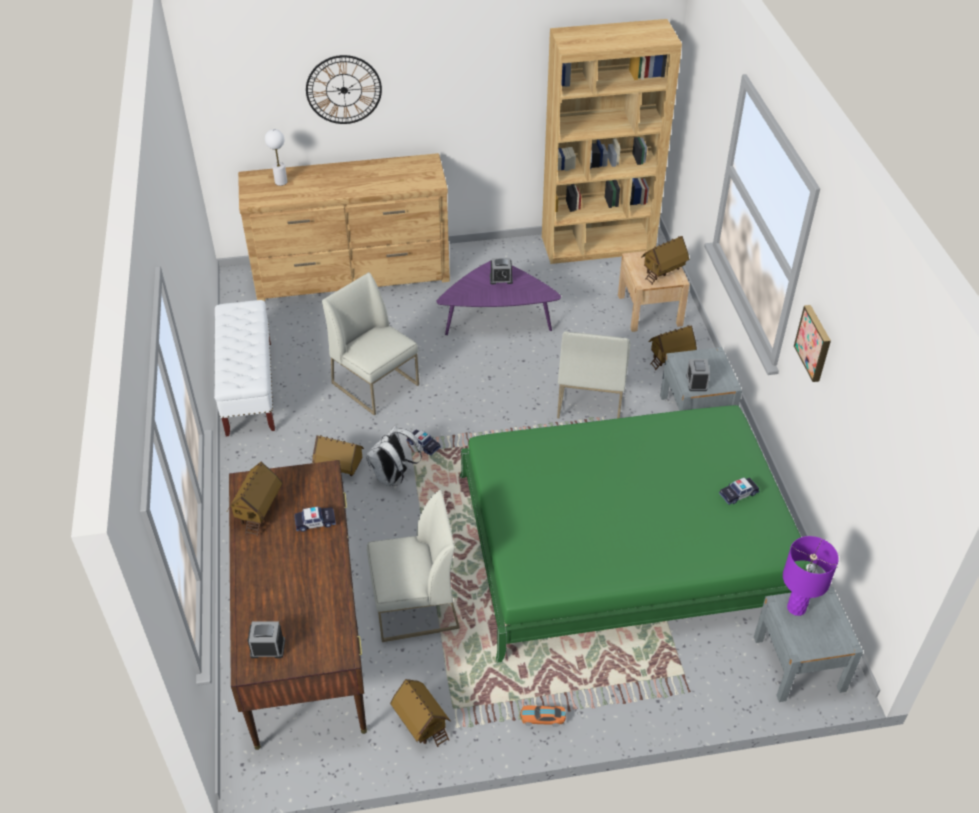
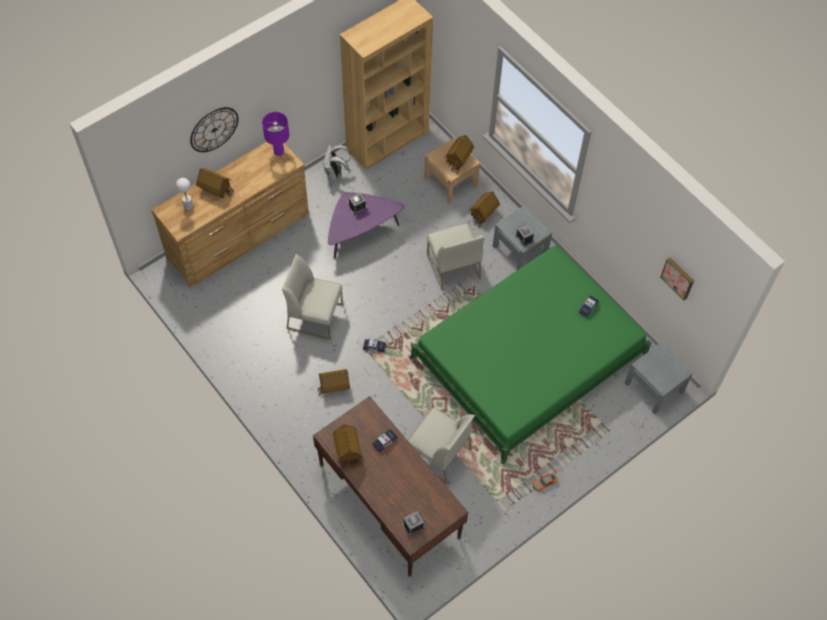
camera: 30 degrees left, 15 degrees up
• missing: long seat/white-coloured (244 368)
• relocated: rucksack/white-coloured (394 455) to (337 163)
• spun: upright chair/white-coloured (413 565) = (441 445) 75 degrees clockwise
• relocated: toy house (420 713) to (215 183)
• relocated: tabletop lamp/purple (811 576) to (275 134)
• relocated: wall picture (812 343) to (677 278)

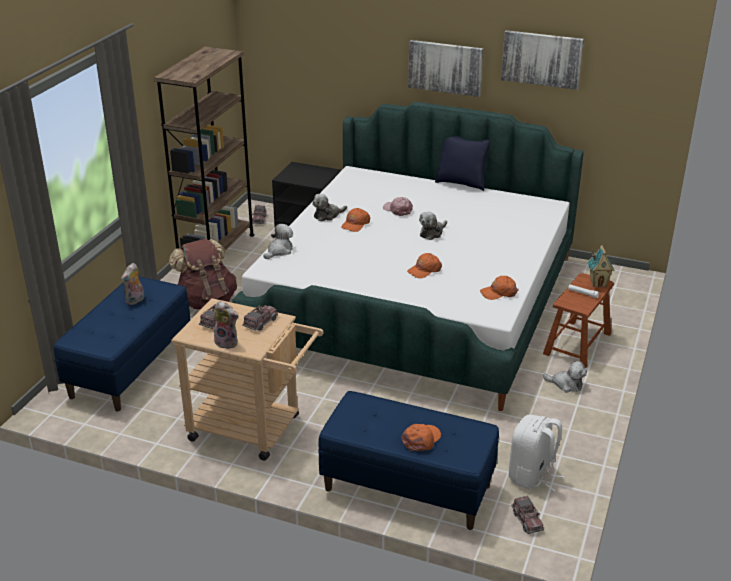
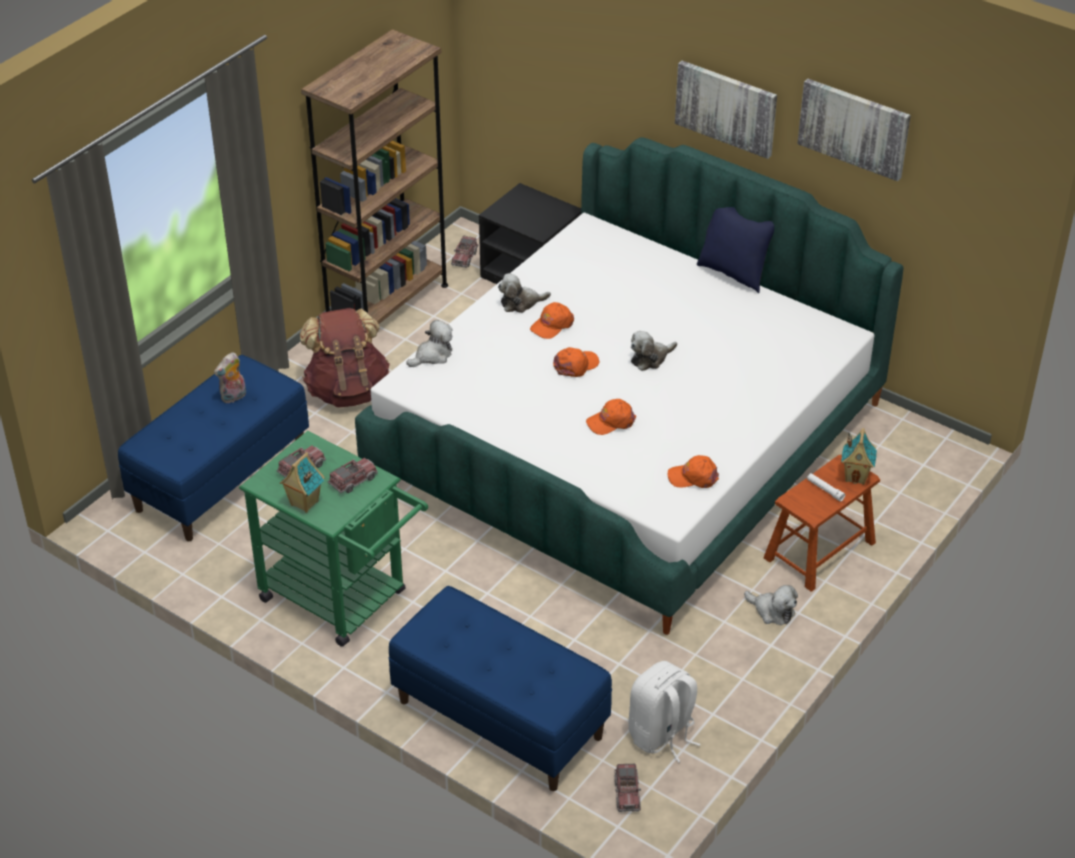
camera: 15 degrees right, 10 degrees up
• colour: trolley/sand-coloured (247 379) to trolley/greenish (333 539)
• exchanged: plush toy (226 325) to toy house (302 482)
• missing: cap/pink (398 206)
• relocated: cap/orange-coloured (421 437) to (576 362)

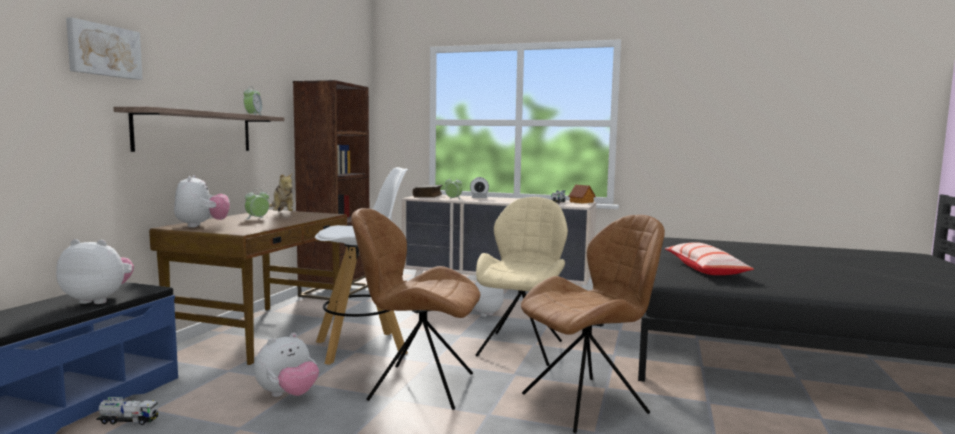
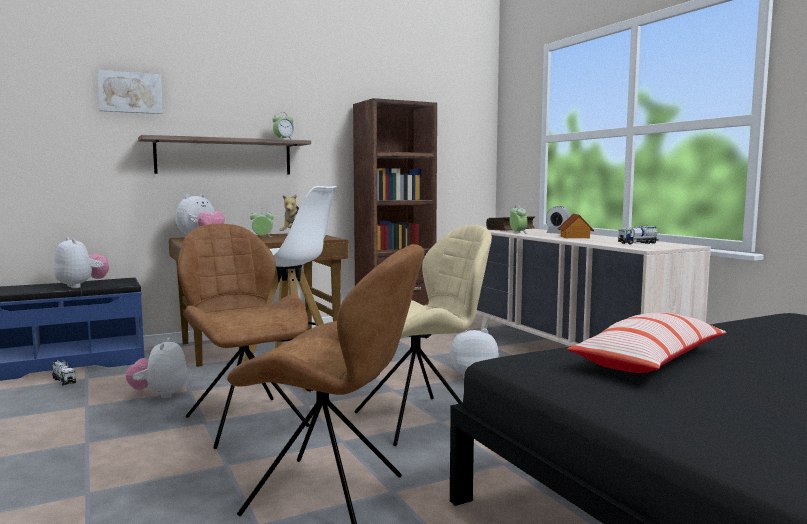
camera: 45 degrees right, 0 degrees up
• spun: plush toy (286 365) = (157 368) 90 degrees clockwise
• relocated: toy house (582 194) to (576 226)

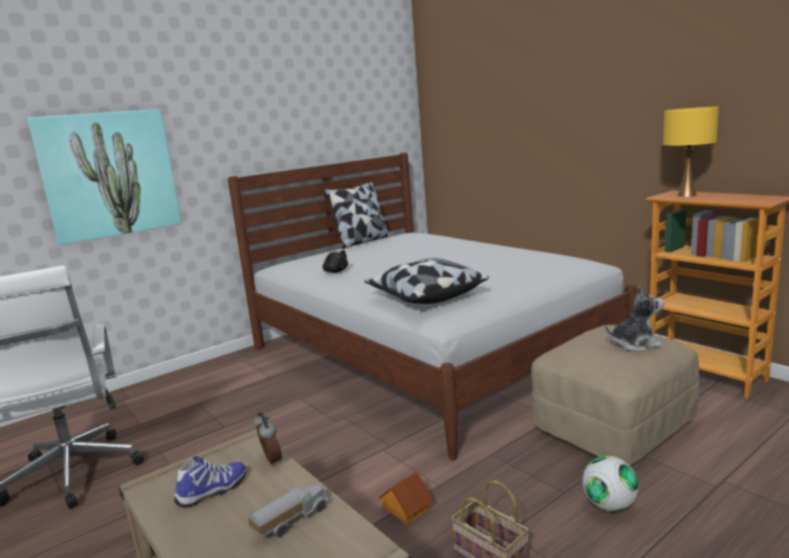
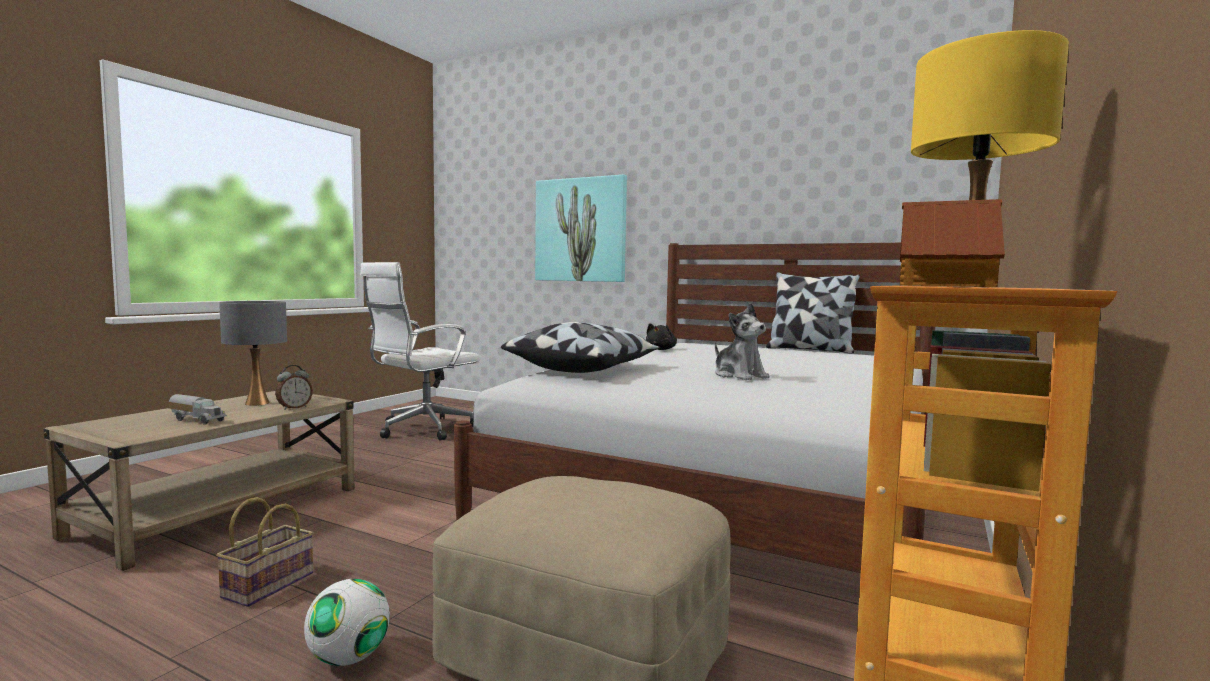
camera: 65 degrees right, 10 degrees down
• exchanged: shoe (210 482) to tabletop lamp/gray (253 353)
• relocated: toy house (406 498) to (952 243)
• relocated: plush toy (634 317) to (742 341)

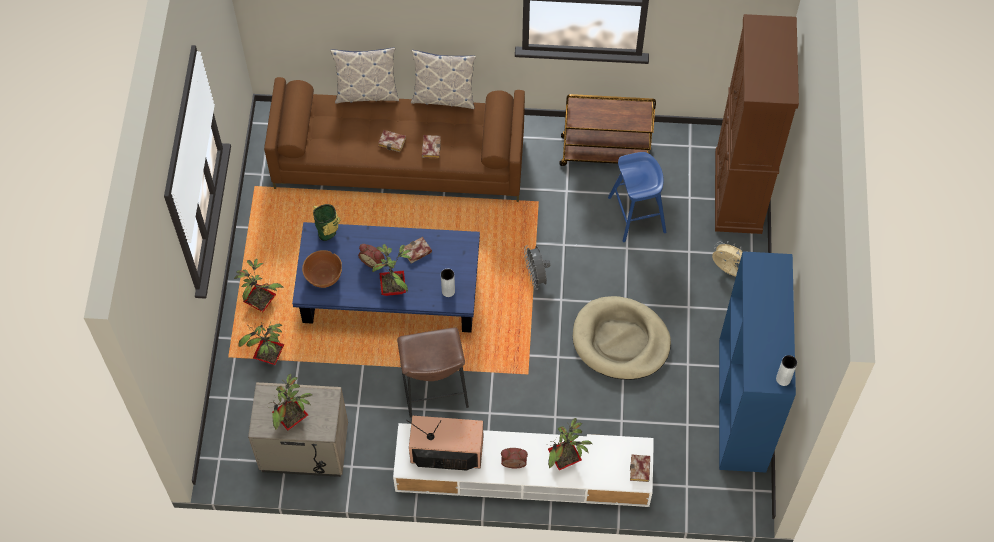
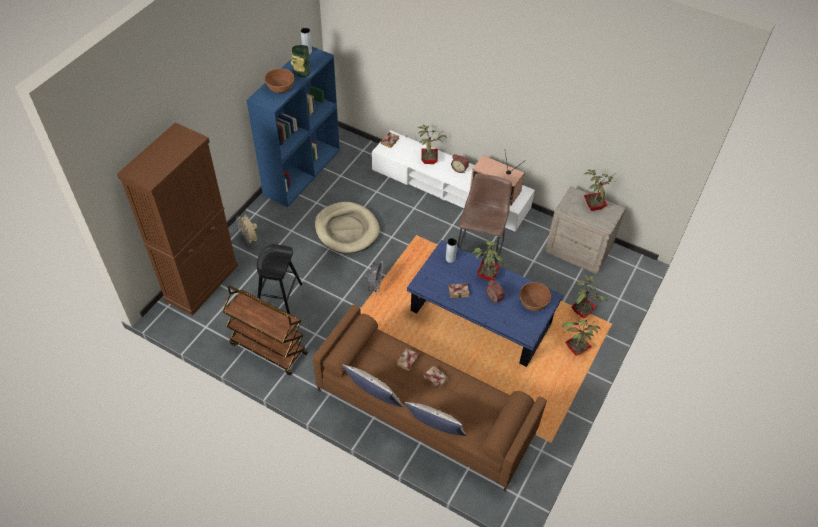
camera: 155 degrees left, 10 degrees down
• relocated: vase (326 222) to (300 61)
• colour: sitting stool/blue-coloured (637 197) to sitting stool/black (280 279)
• appeared: deep dish/brownish (279 80)

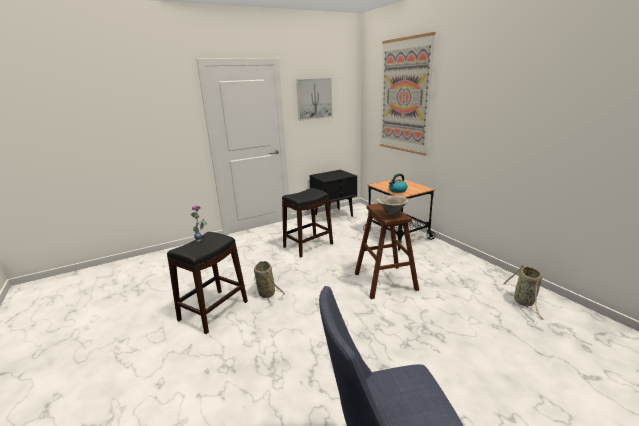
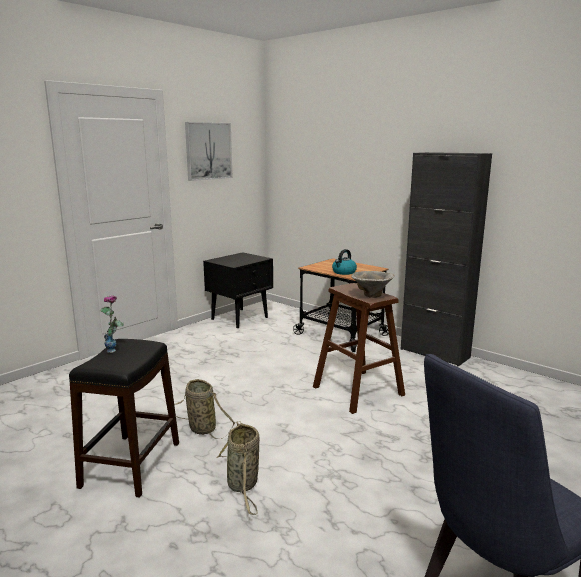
camera: 20 degrees left, 5 degrees down
• missing: sitting stool/black (307 222)
• missing: wall picture (408 94)
• relocated: household basket (524 292) to (238 468)
• appeared: storage cabinet/black (446 259)

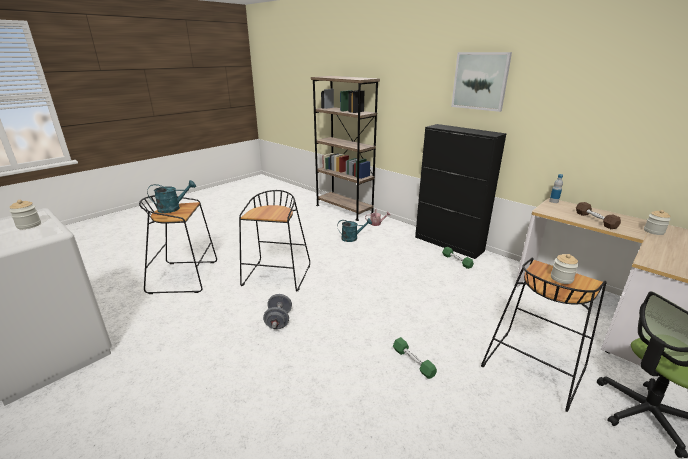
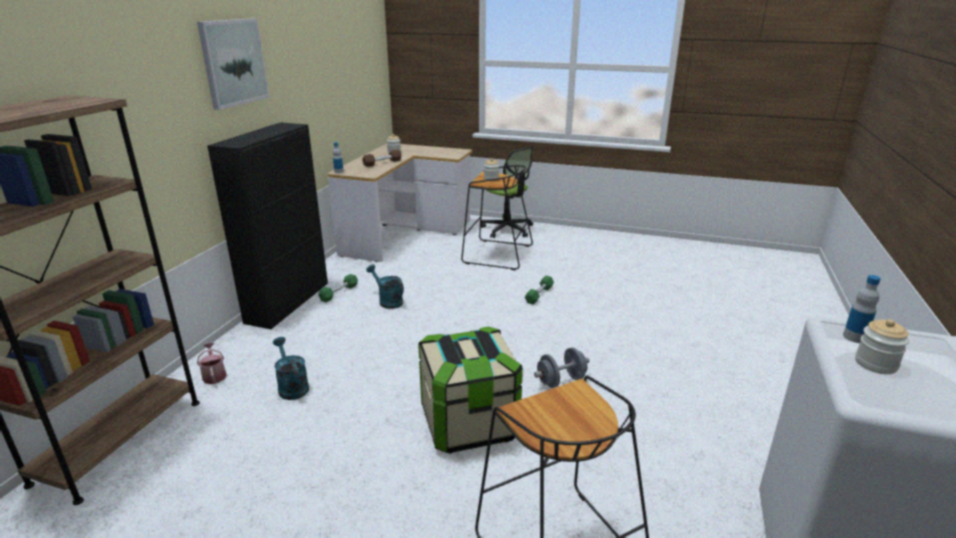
camera: 115 degrees left, 0 degrees up
• relocated: sprinkling can/turquoise-coloured (171 196) to (385 286)
• exchanged: sitting stool/black (274 240) to storage bin (470 389)
• appeared: bottle (862 309)

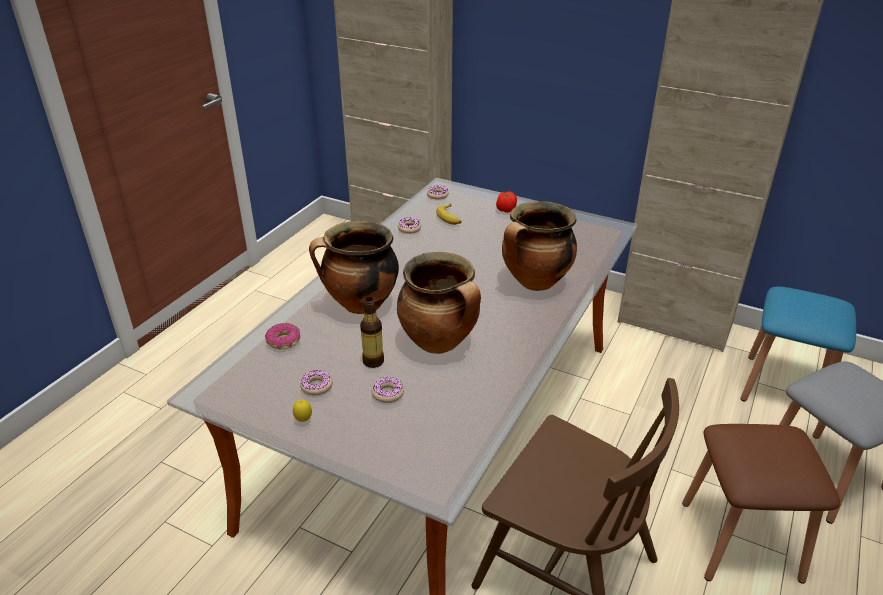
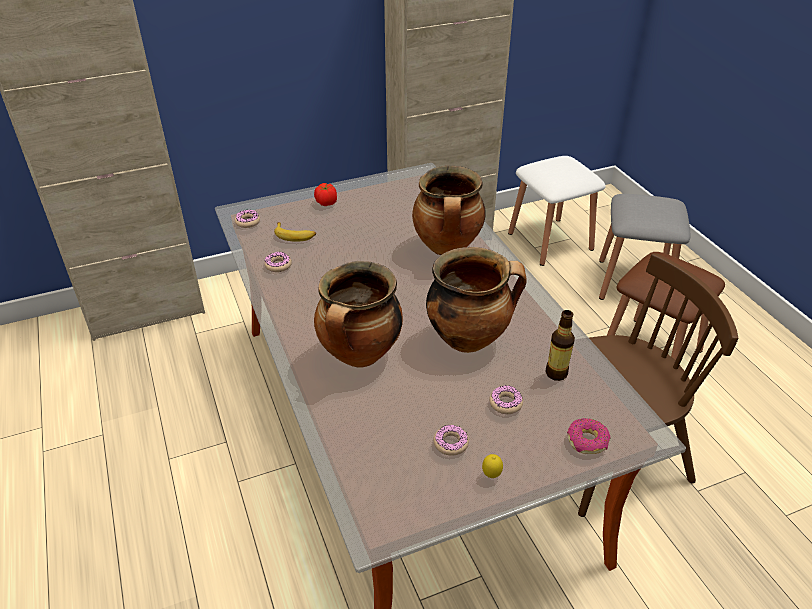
camera: 50 degrees left, 5 degrees up
• relocated: donut (282 336) to (589 436)
• relocated: bottle (372 332) to (560 345)
• colour: sitting stool/blue-coloured (798 354) to sitting stool/white-coloured (557 211)

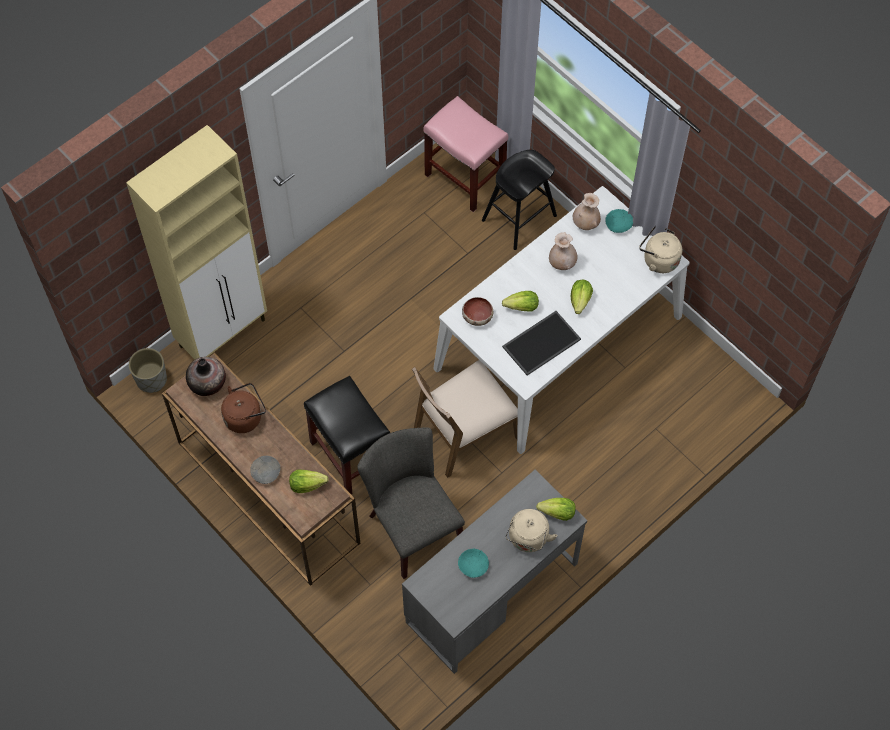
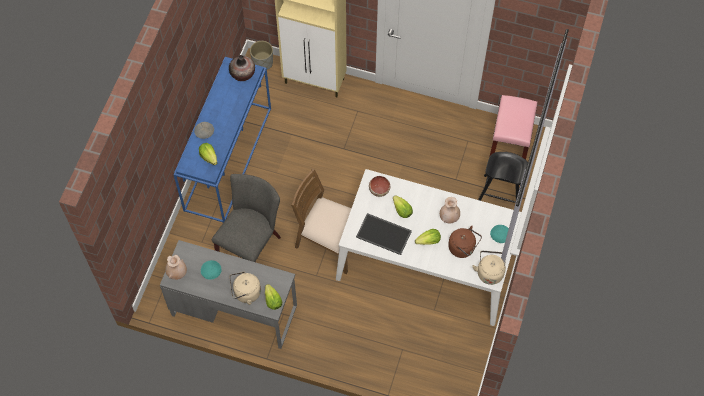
camera: 60 degrees right, 0 degrees up
• colour: console table/brownish (261 469) to console table/blue-coloured (222 140)
• relocated: tea kettle/brownish (243 408) to (465 241)
• missing: sitting stool/black (347 435)
• relocated: vase/sand-coloured (587 211) to (176 267)

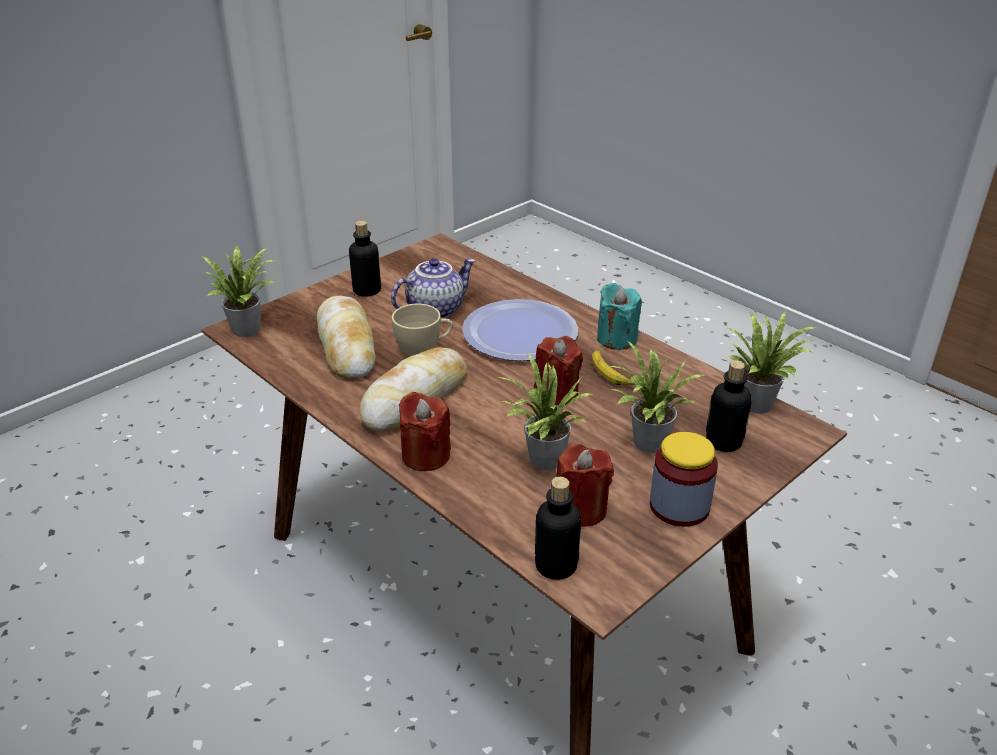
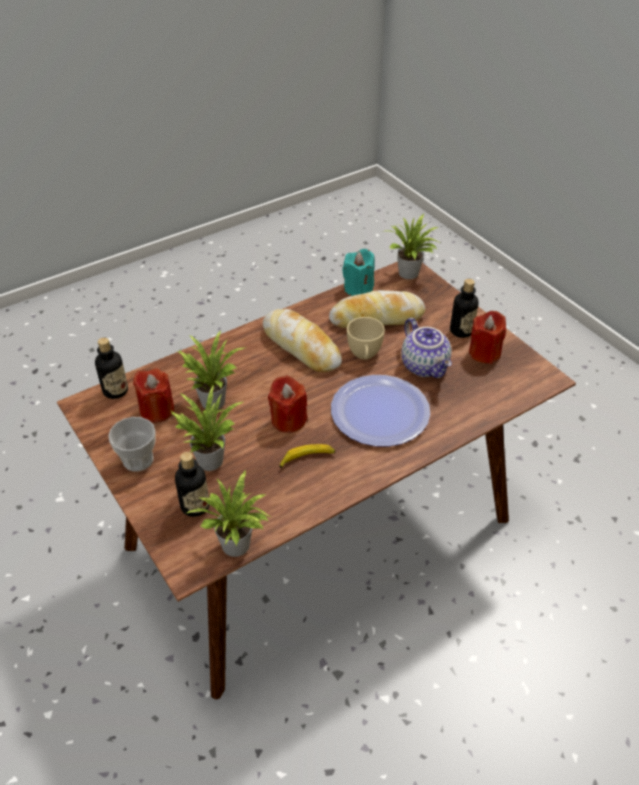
camera: 100 degrees right, 10 degrees up
• relocated: wax candle/reddish (425 431) to (487 337)
• relocated: wax candle/turquoise-coloured (619 316) to (358 272)
• exchanged: preserve jar (684 479) to drinking cup (131 444)

